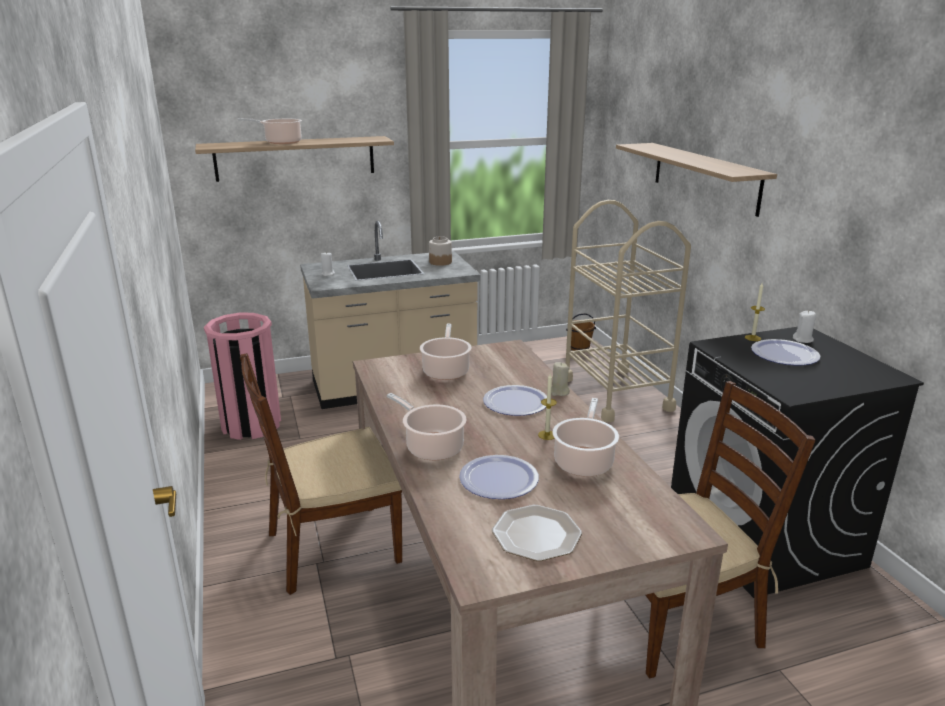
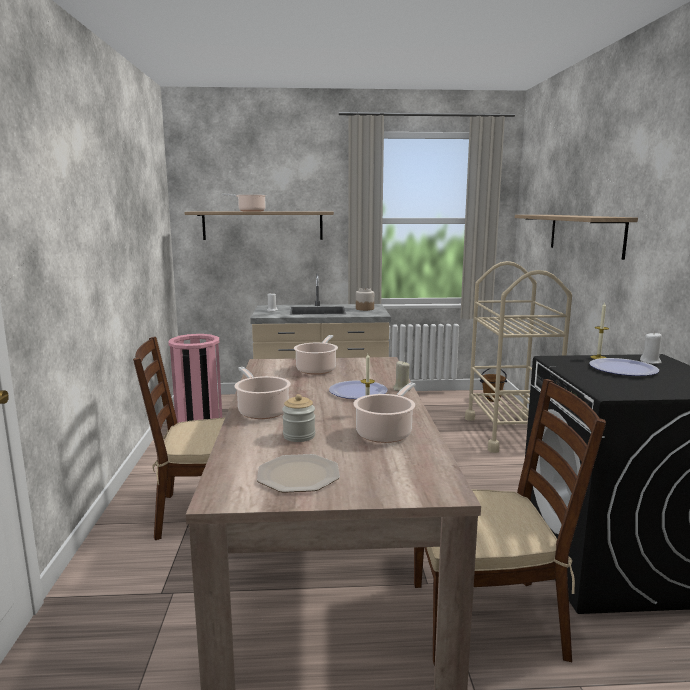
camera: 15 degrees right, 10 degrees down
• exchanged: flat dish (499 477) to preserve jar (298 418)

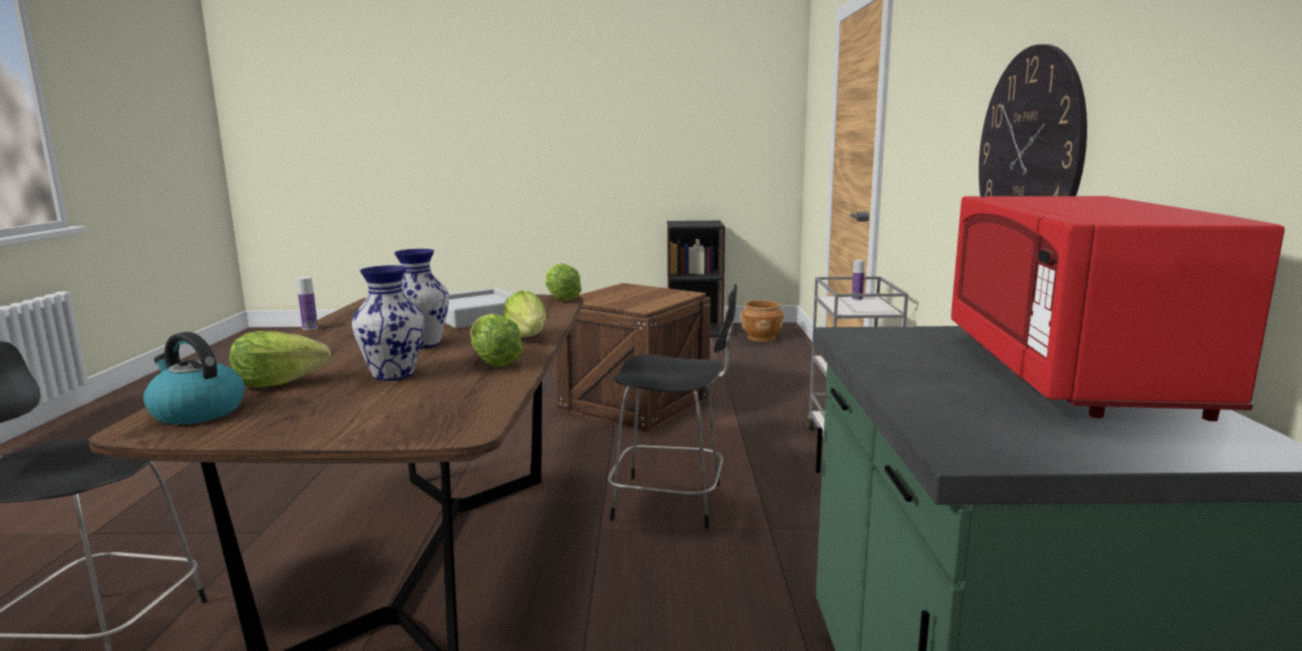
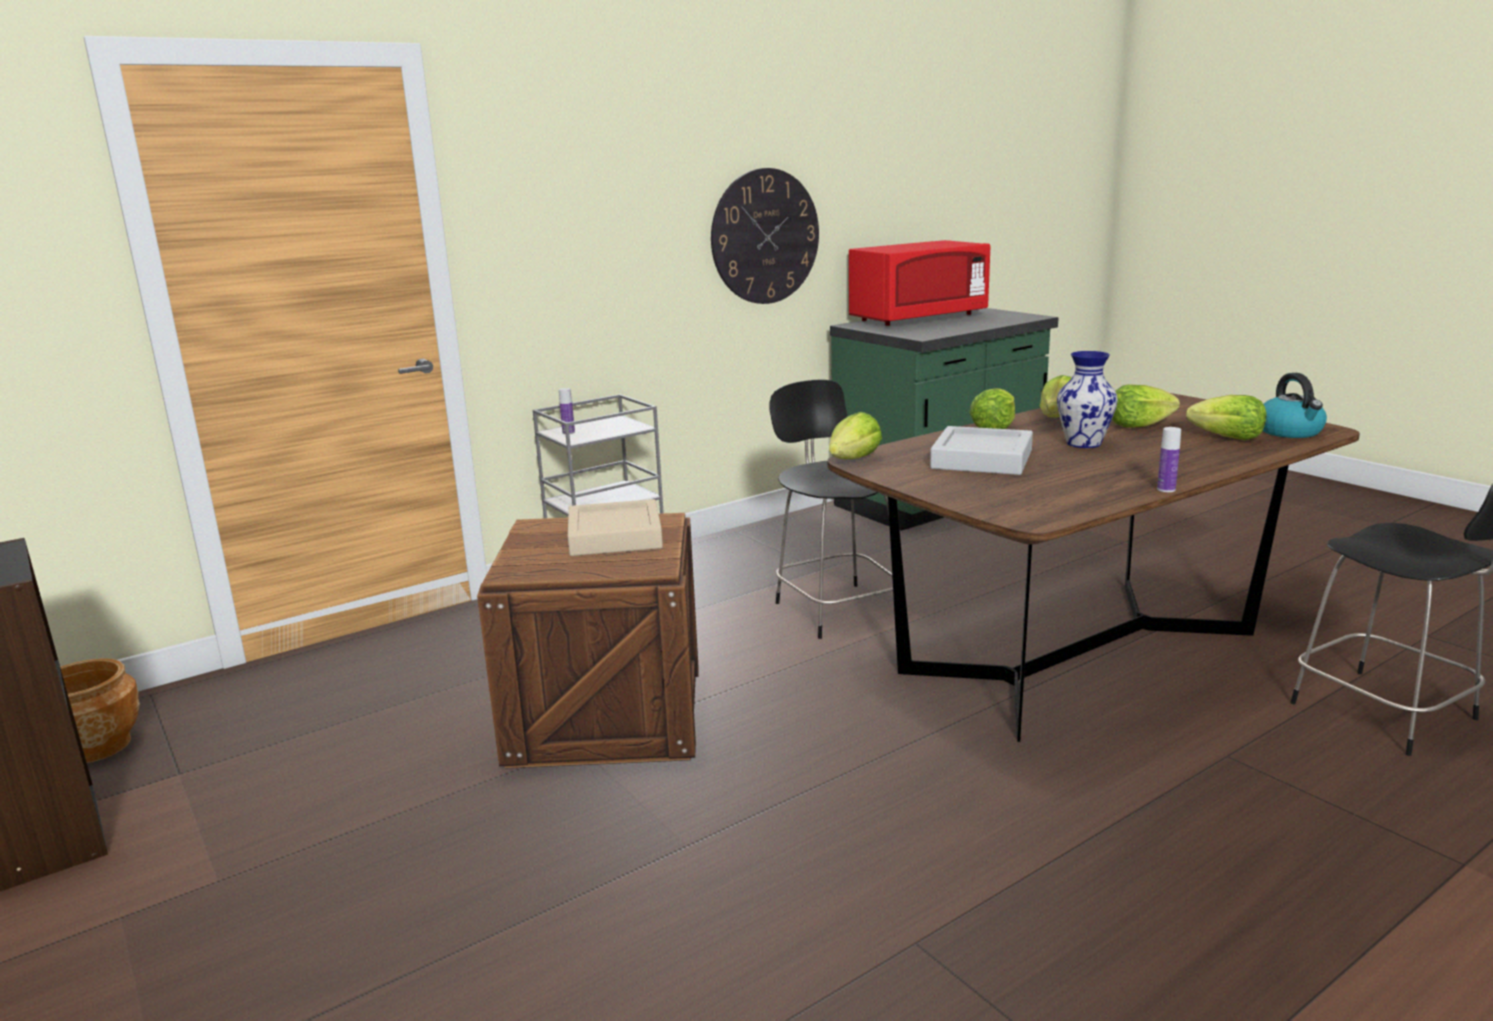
camera: 125 degrees left, 5 degrees up
• exchanged: vase (388 323) to lettuce (1146 405)
• appeared: serving tray/sand-coloured (615 527)

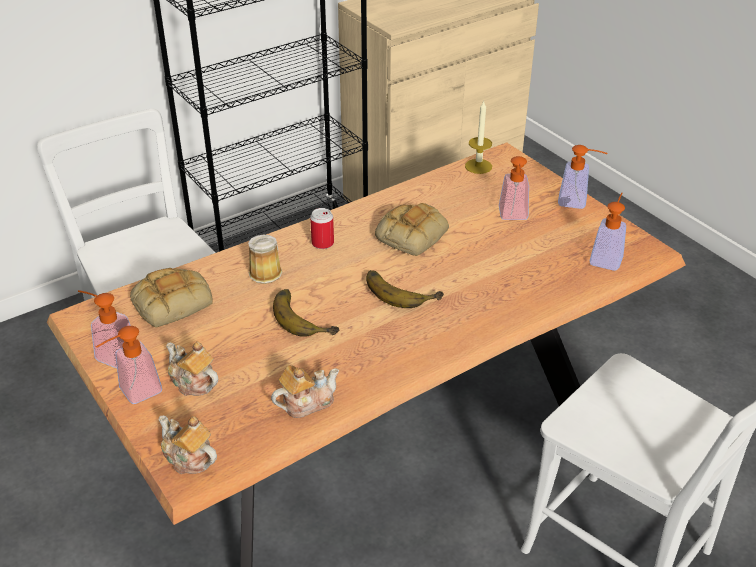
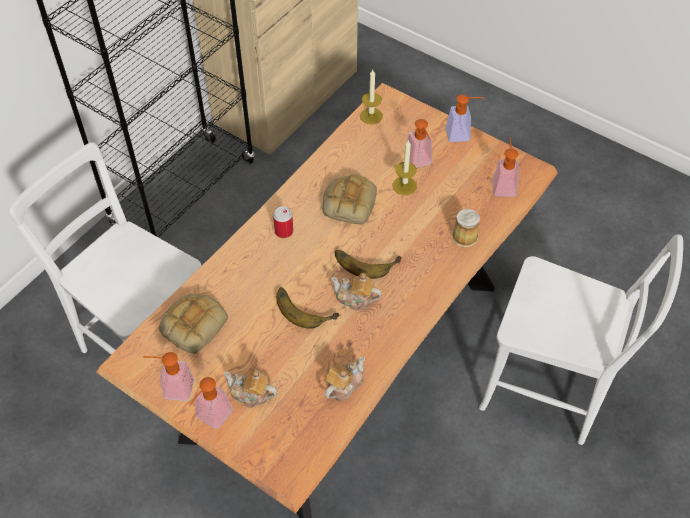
camera: 20 degrees left, 15 degrees up
• relocated: teapot (187 445) to (356 292)
• relocated: coffee mug (265 259) to (465 228)
• appeared: wax candle (405 167)

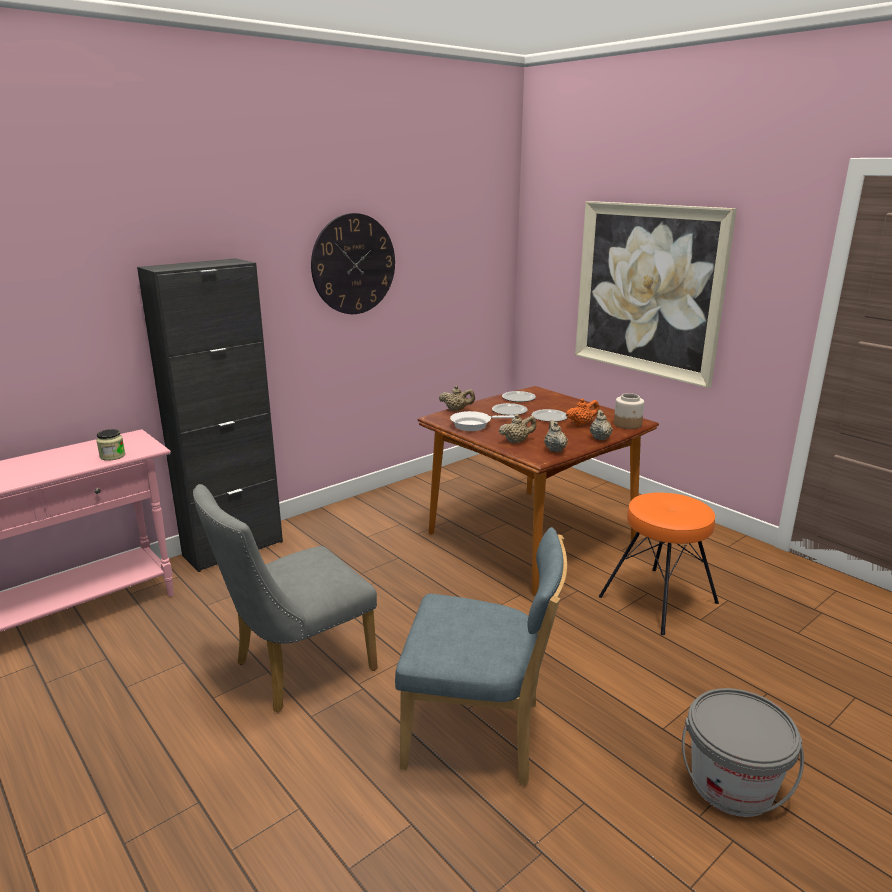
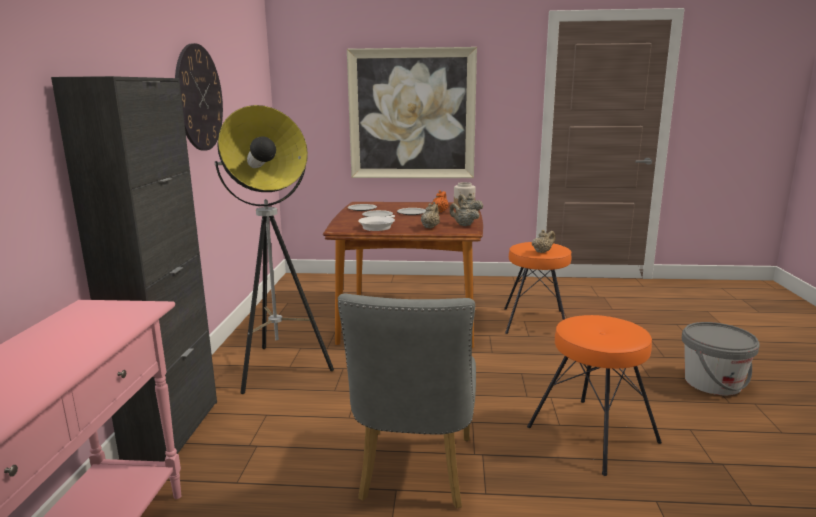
camera: 45 degrees left, 5 degrees down
• missing: preserve jar (110 445)
• exchanged: upright chair/blue-coloured (481 656) to sitting stool/orange-coloured (594 395)
• relocated: teapot/sand-coloured (457 398) to (543 241)
• appeared: floor lamp (274 249)

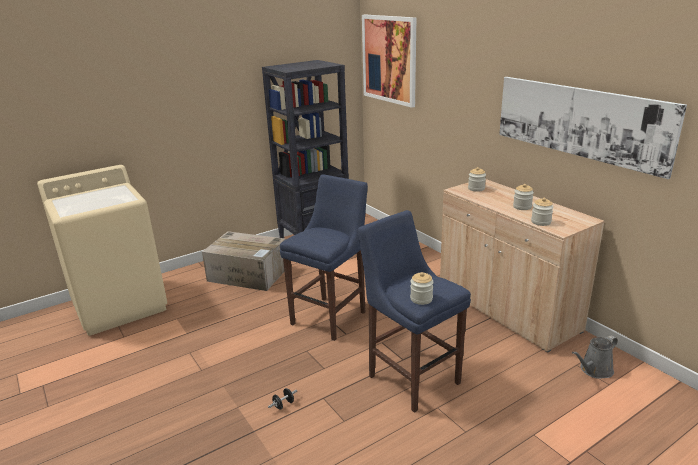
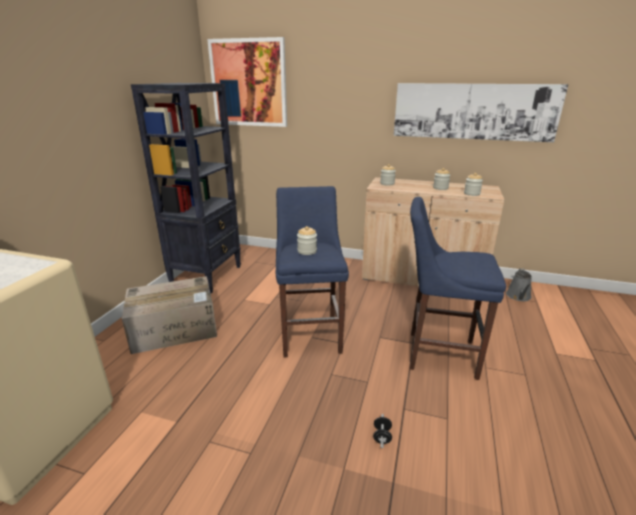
camera: 40 degrees left, 0 degrees up
• relocated: preserve jar (421 288) to (307 240)

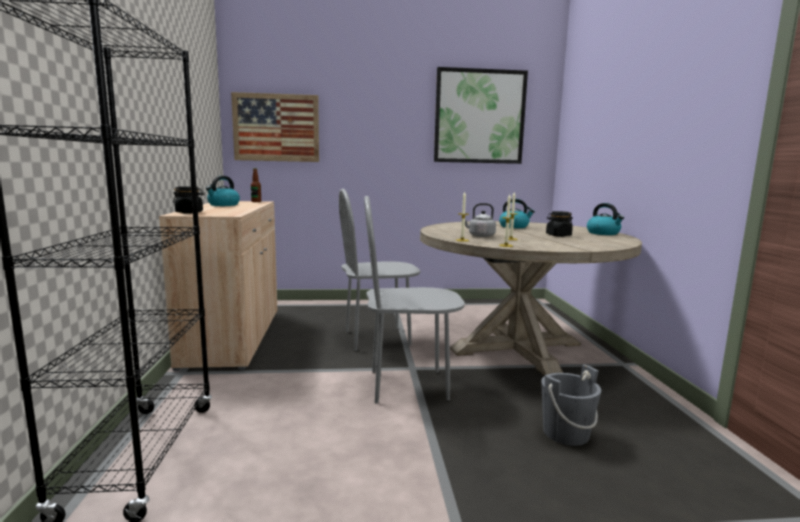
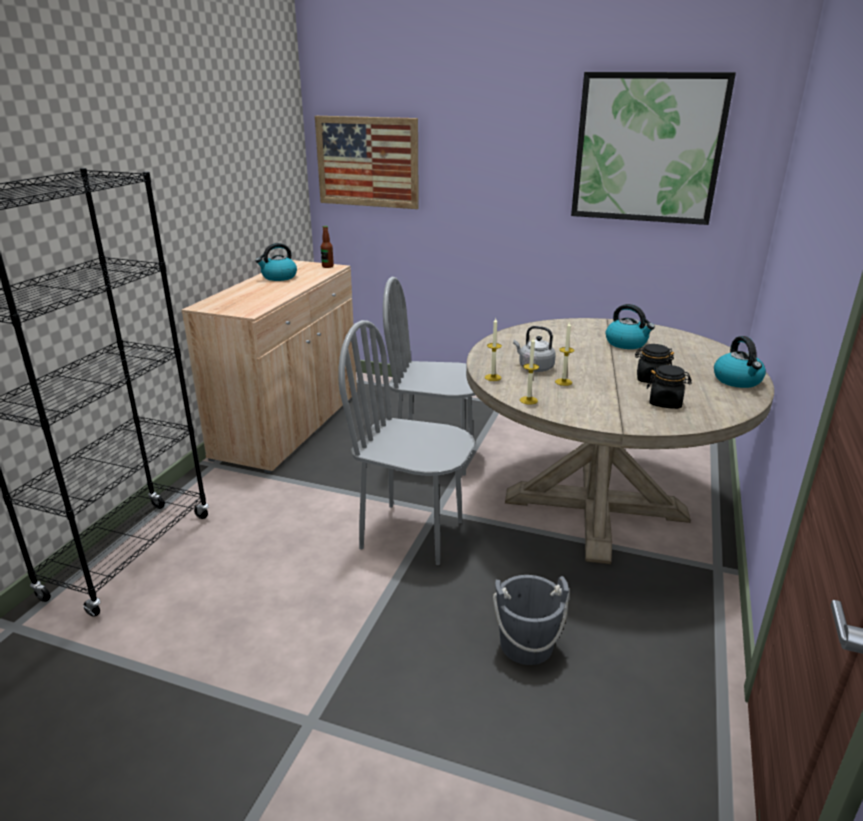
camera: 25 degrees right, 15 degrees up
• relocated: preserve jar/black (188 200) to (669 387)

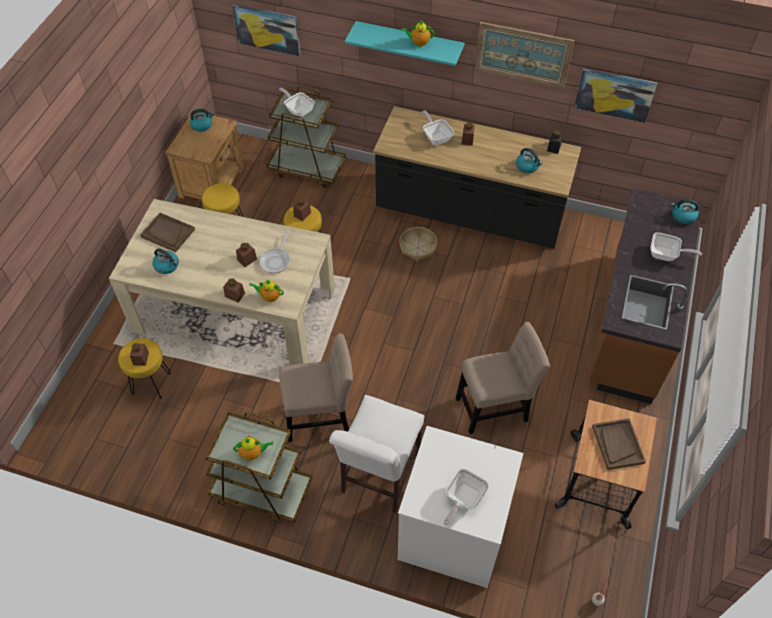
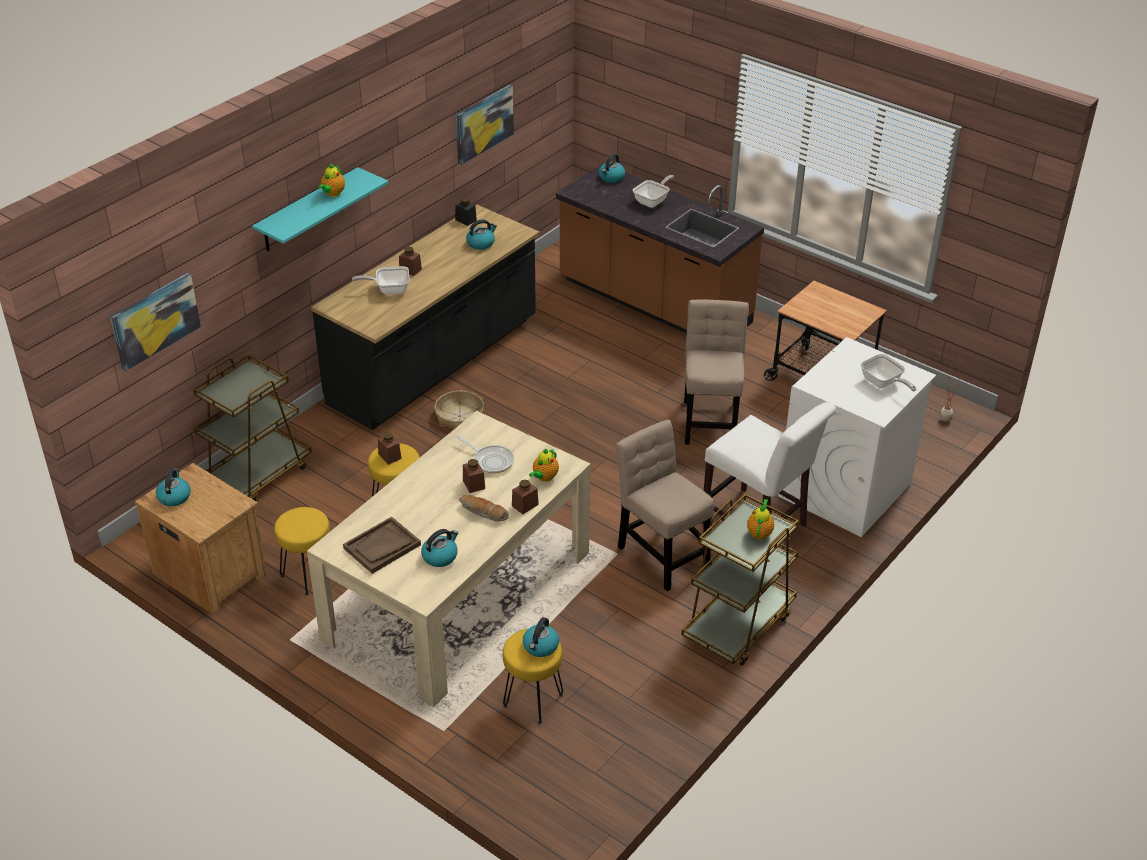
camera: 70 degrees left, 15 degrees down
• exchanged: preserve jar/brownish (139 354) to tea kettle (541 637)
• missing: pan (297 103)
• spun: upright chair/sand-coloured (316 387) = (664 505) 45 degrees counterclockwise
• missing: wall picture (524 55)
• missing: serving tray/brownish (619 444)
• appeared: baked bread (484 508)

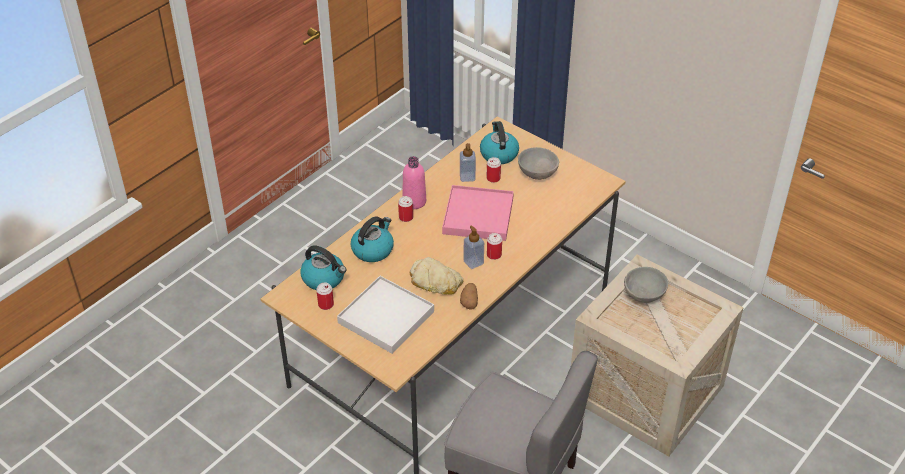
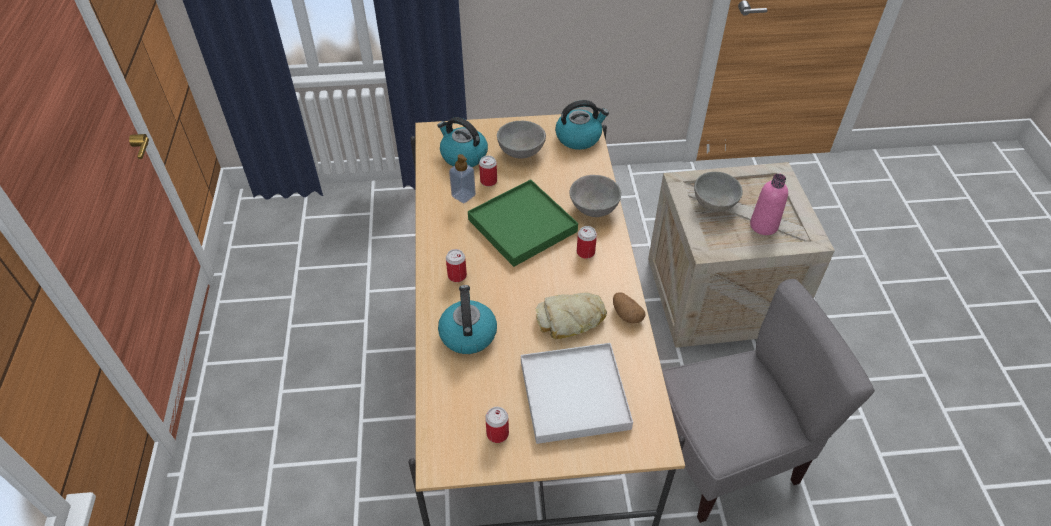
camera: 45 degrees left, 5 degrees up
• relocated: tea kettle (323 268) to (582 125)
• relocated: bottle/pink (414 182) to (769 204)
• colour: serving tray/pink (478 213) to serving tray/greenish (523 223)
• missing: soap bottle (473 247)
• appeared: deep dish/gray (595 196)

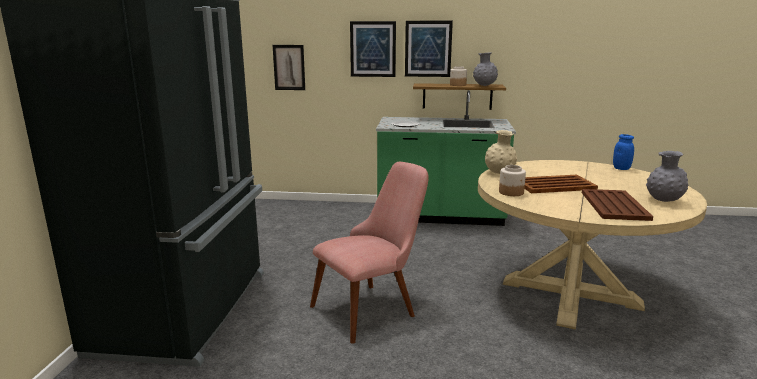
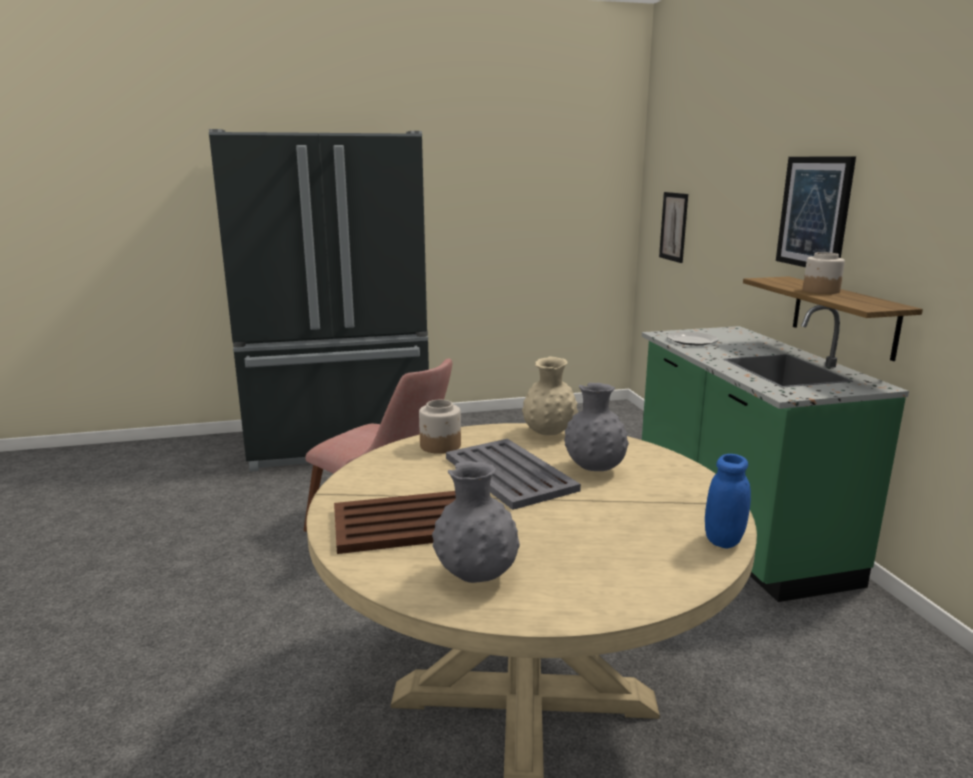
camera: 70 degrees right, 0 degrees up
• missing: wall picture (373 49)
• relocated: vase/gray (485 69) to (596 427)
• colour: serving tray/brownish (561 184) to serving tray/gray (513 474)

